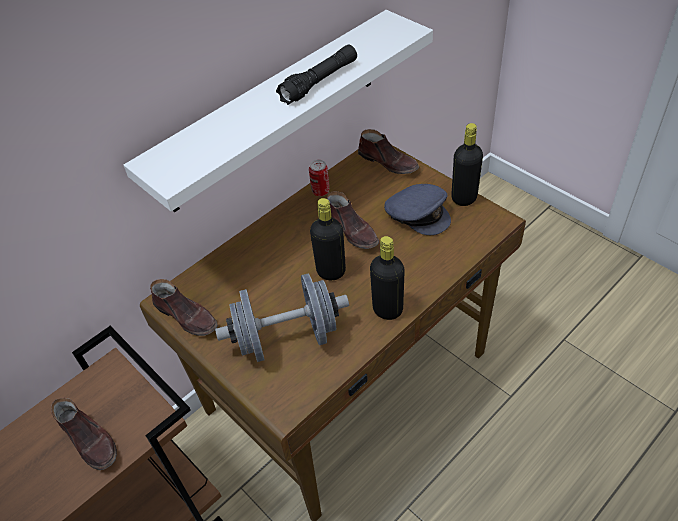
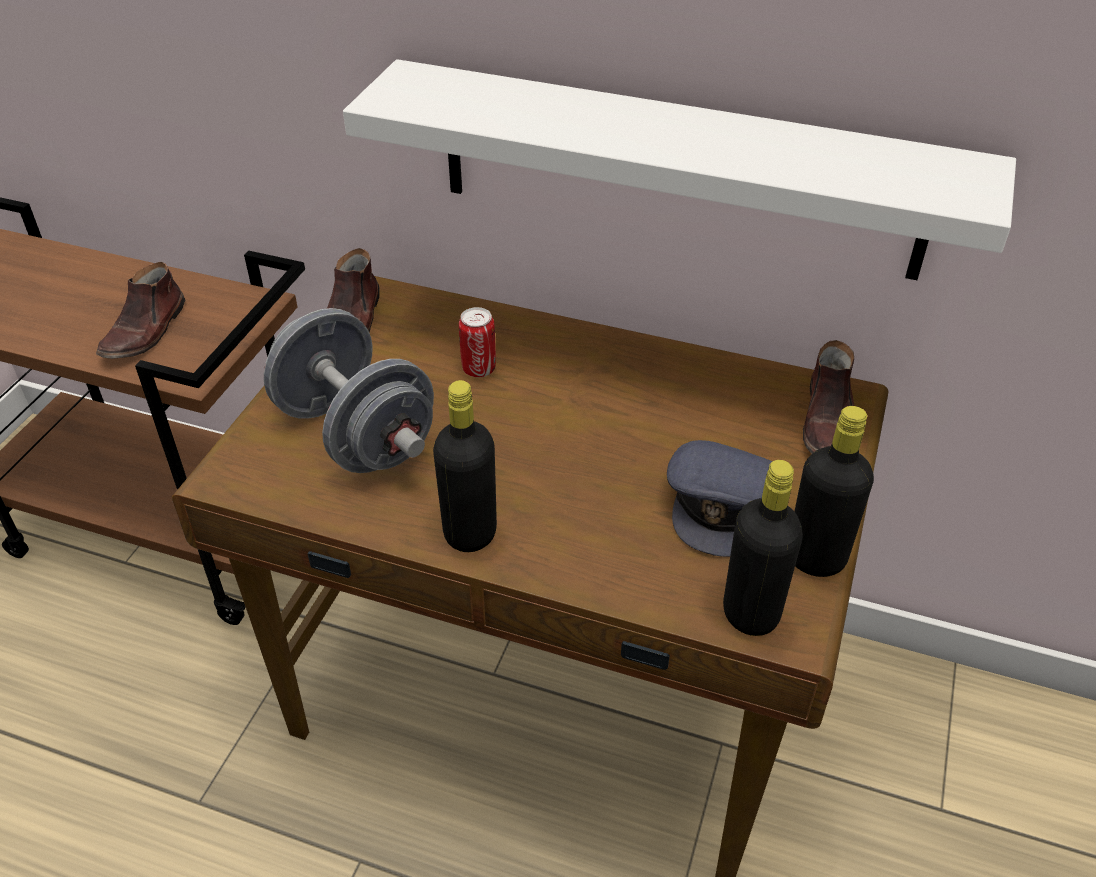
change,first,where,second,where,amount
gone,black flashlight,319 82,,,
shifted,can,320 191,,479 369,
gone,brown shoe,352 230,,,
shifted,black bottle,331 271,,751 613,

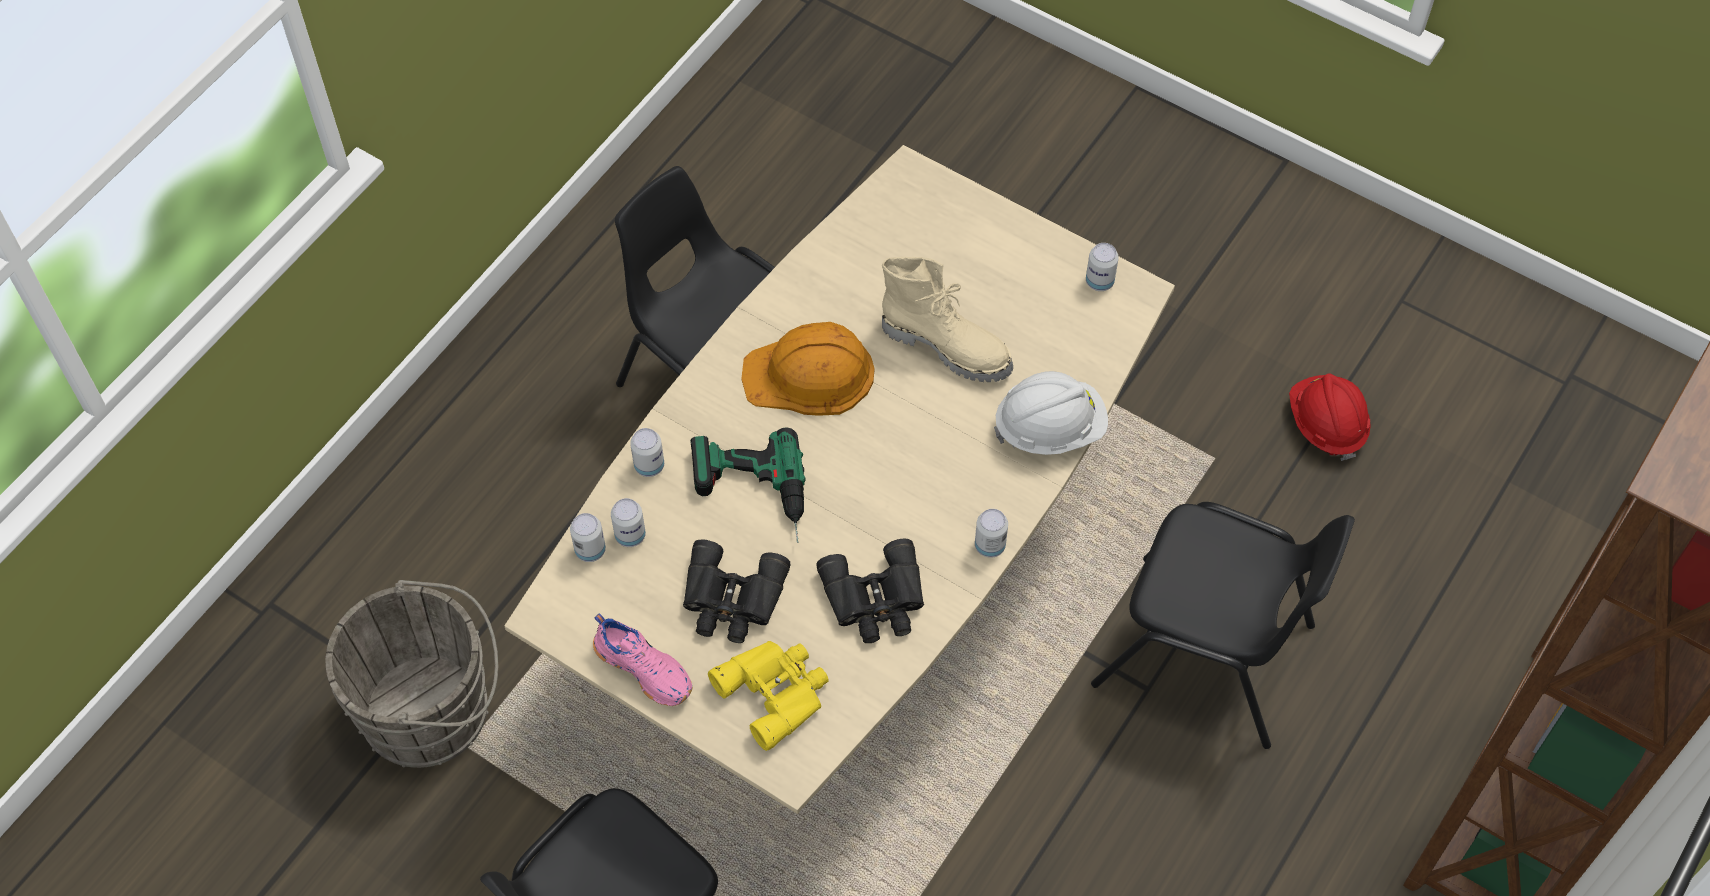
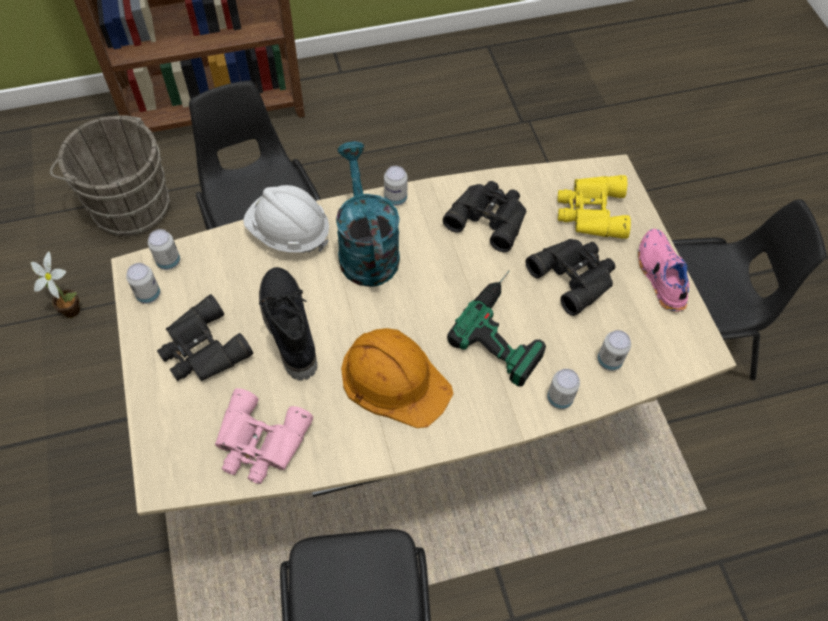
change,first,where,second,where,amount
repainted,beige boot,947 346,black boot,287 328,
swapped,red hard hat,1326 425,potted plant,70 308,
shifted,can,590 550,,168 262,
shifted,grey bucket,434 711,,127 204,
new,,,turquoise watering can,366 248,
new,,,black binoculars,202 349,
new,,,pink binoculars,259 443,

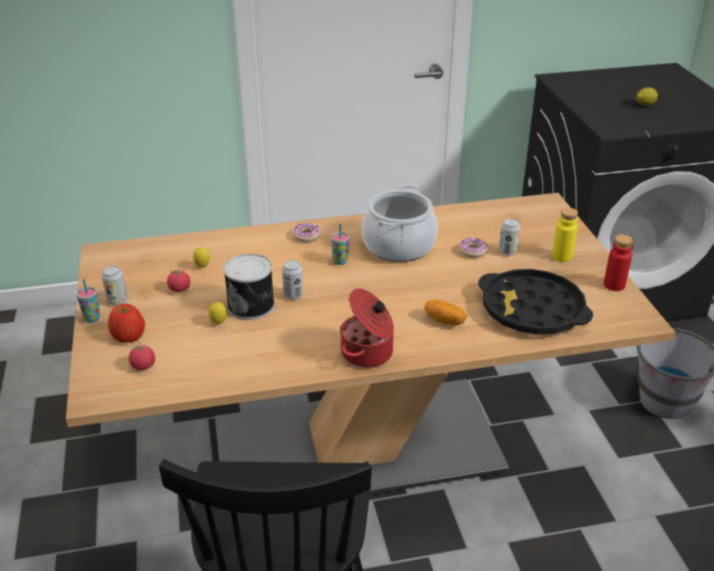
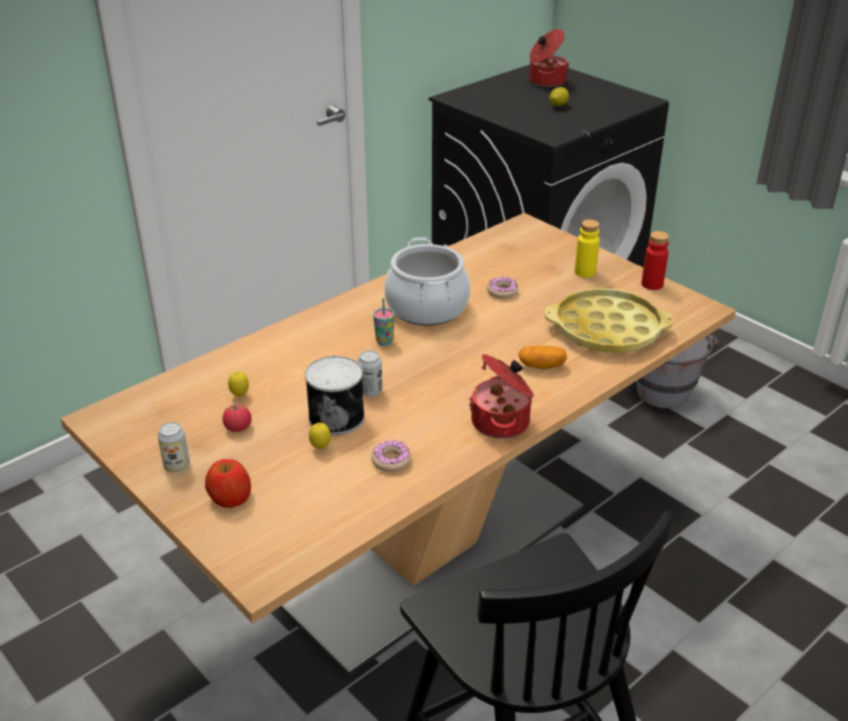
change,first,where,second,where,amount
gone,can,508 251,,,
shifted,donut,306 236,,391 460,
repainted,black tray,532 310,yellow tray,607 329,
gone,cup,92 318,,,
gone,tomato,143 366,,,
new,,,cooking pot,546 81,

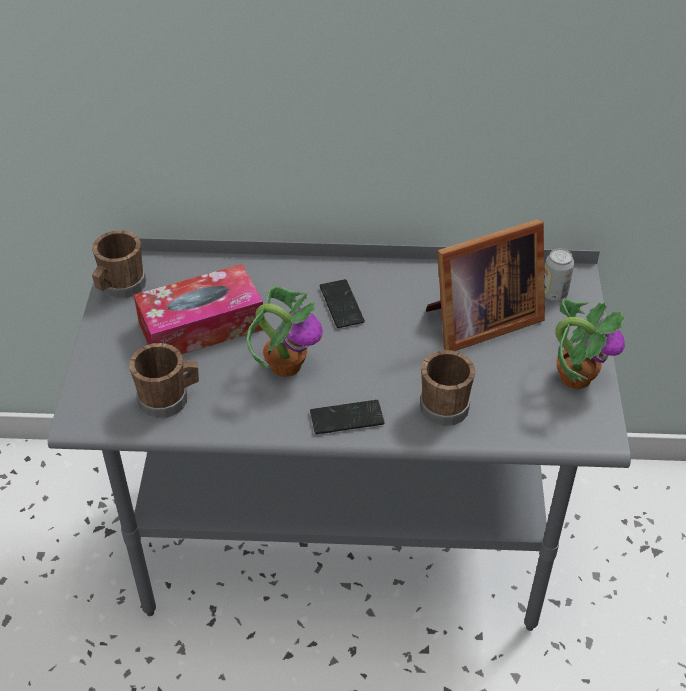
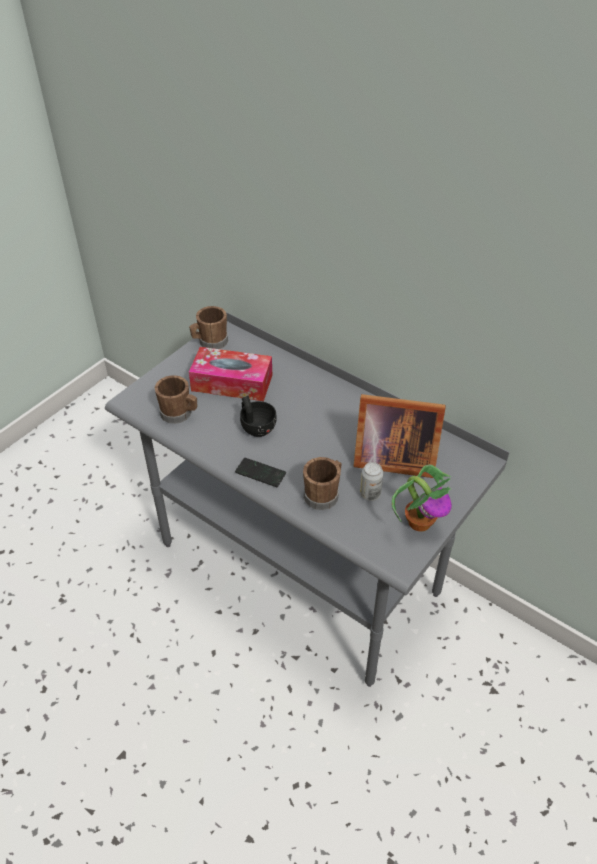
change,first,where,second,where,amount
shifted,can,554 293,,370 494,
gone,phone,341 305,,,
swapped,potted plant,285 364,black cup,256 426,

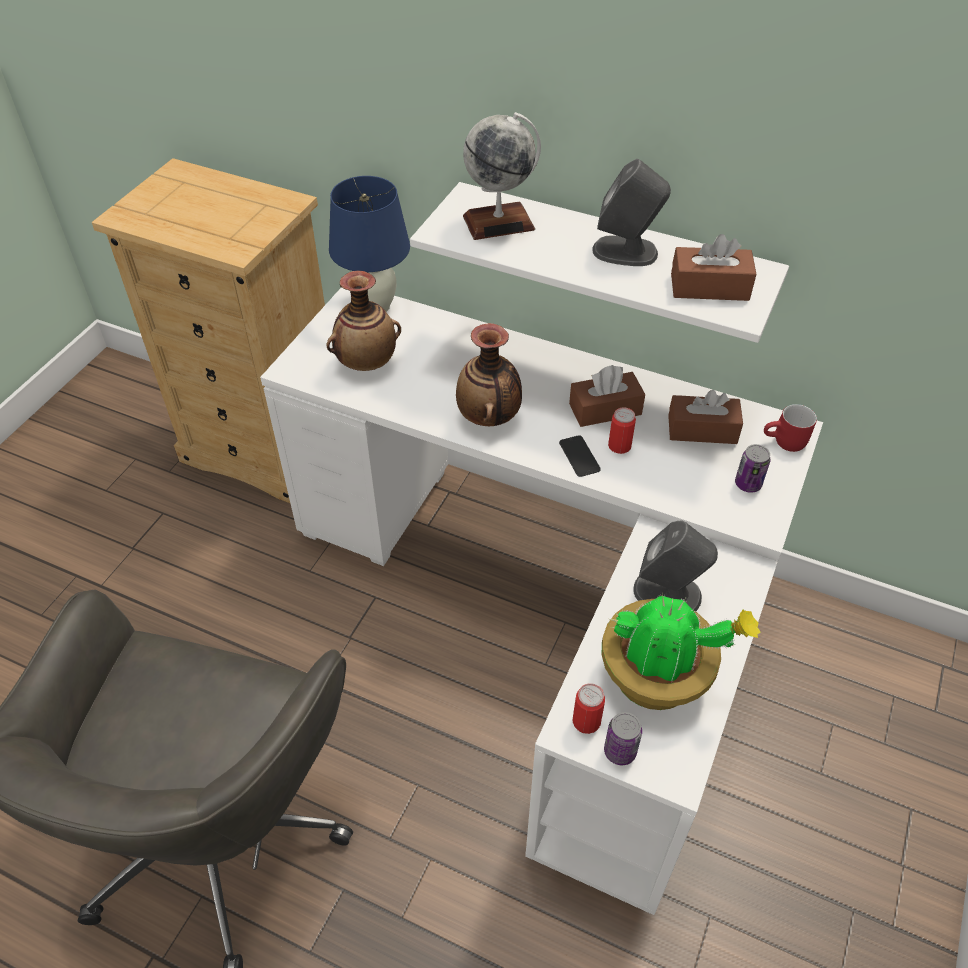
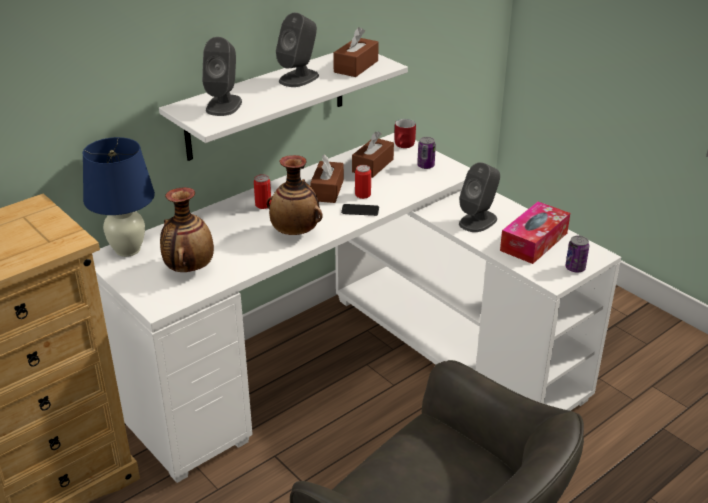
change,first,where,second,where,amount
swapped,globe,499 222,grey speaker,224 105,
swapped,potted plant,658 678,tissue box,534 242,
shifted,can,586 721,,263 205,

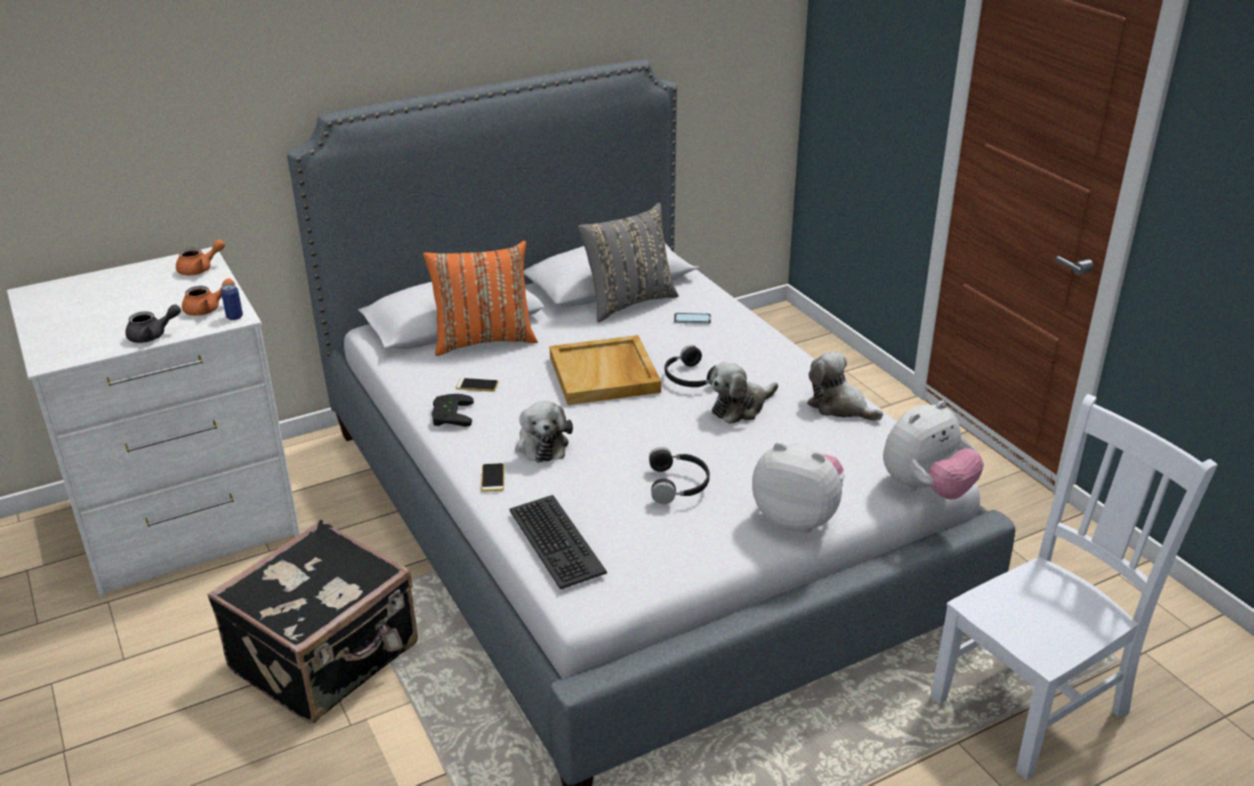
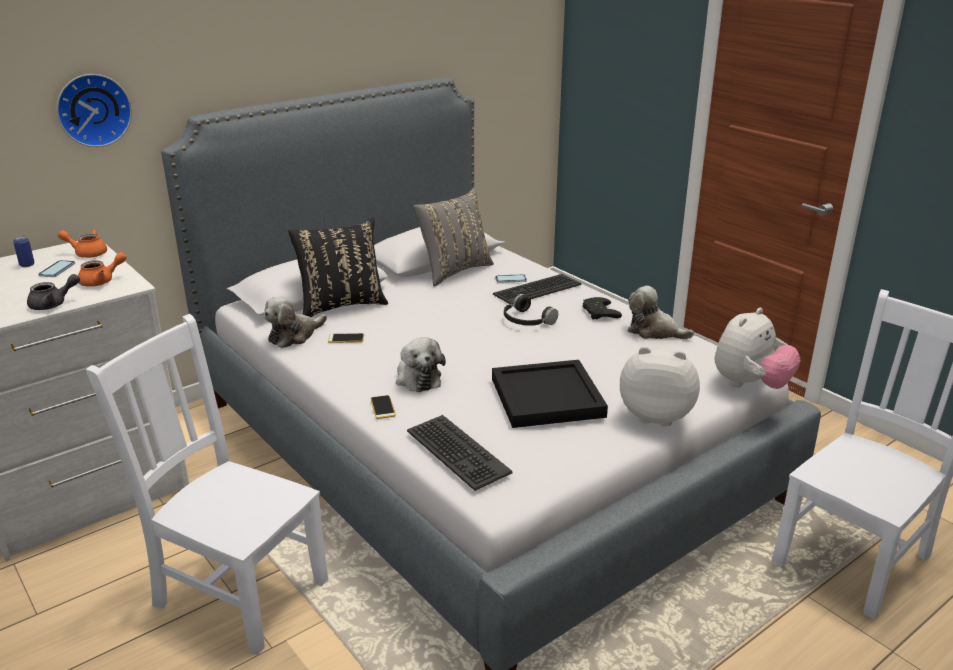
change,first,where,second,where,amount
rotated,orange teapot,200 269,,87 253,135 degrees counterclockwise
repainted,orange pillow,483 340,black pillow,341 305,
shifted,can,234 317,,27 265,
gone,beige tray,605 374,,,
shifted,plush toy,740 407,,294 336,
shifted,black game controller,449 414,,598 312,
swapped,black headphones,679 484,black tray,548 398,
swapped,black suitcase,327 658,white chair,237 590,
new,,,wall clock,93 109,
new,,,phone,57 270,
new,,,keyboard,537 290,

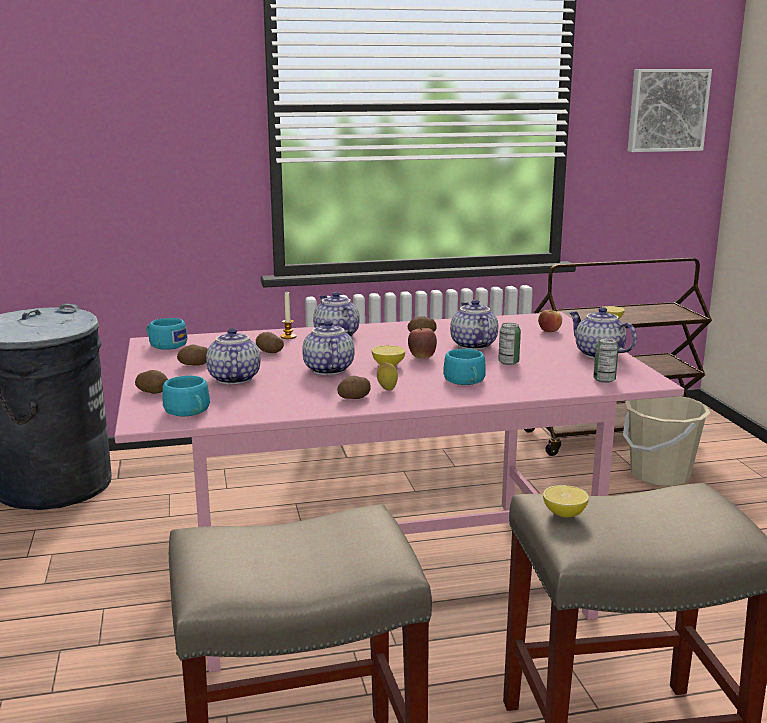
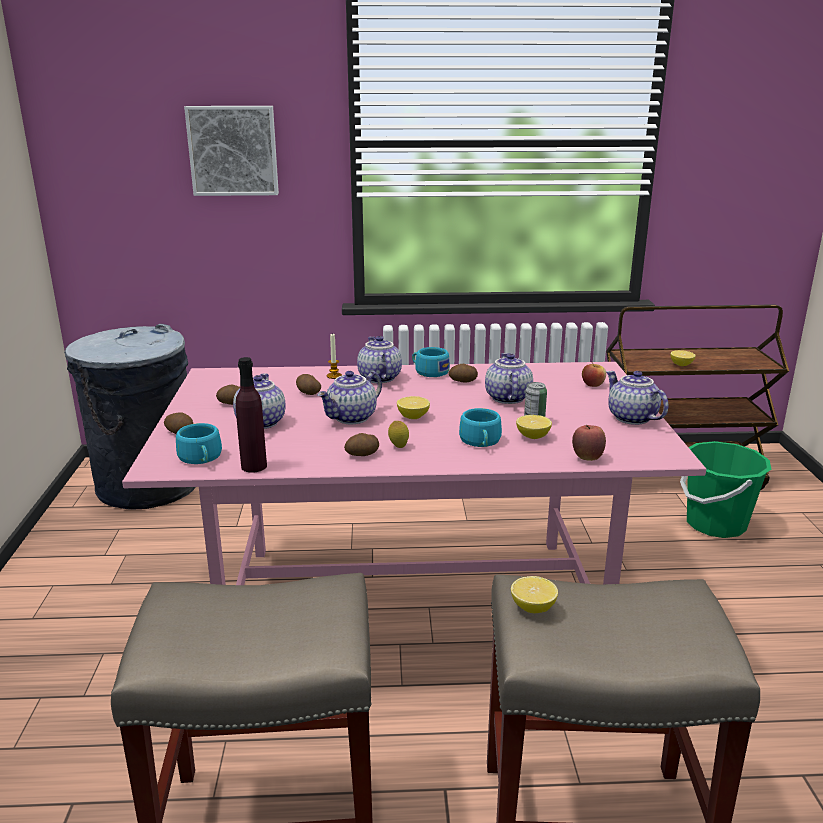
change,first,where,second,where,amount
shifted,picture,666 110,,233 150,
shifted,turquoise cup,165 344,,429 372,
rotated,teapot,327 370,,352 418,135 degrees counterclockwise
shifted,apple,422 357,,587 458,
gone,can,604 380,,,
repainted,beige bucket,659 475,green bucket,715 524,
new,,,purple bottle,254 466,
new,,,lemon,533 437,

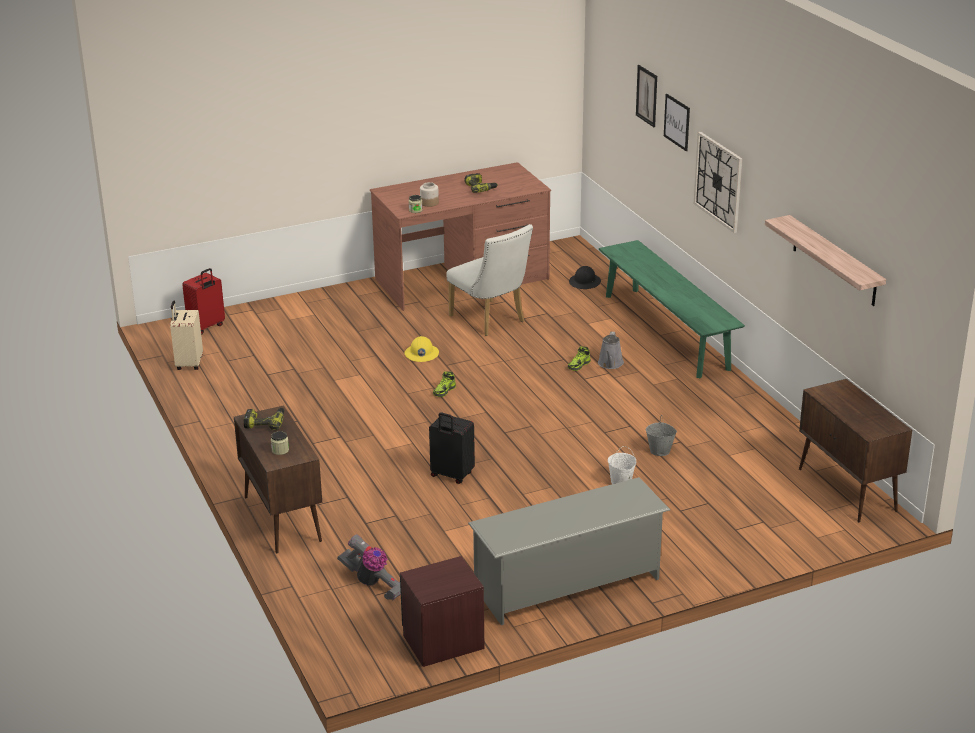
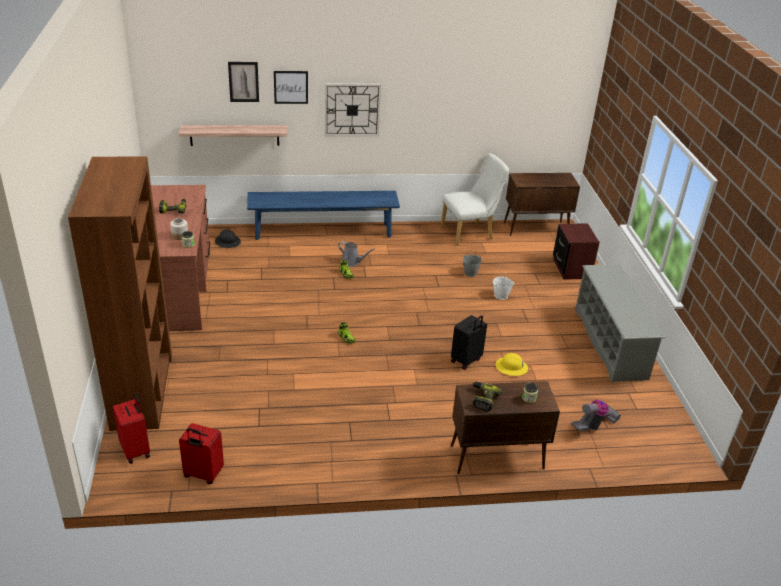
change,first,where,second,where,amount
shifted,shelf,834 261,,234 135,
shifted,white chair,491 321,,470 233,
repainted,green bench,666 331,blue bench,323 231,
repainted,beige suitcase,188 364,red suitcase,203 474,
shifted,yellow hard hat,421 354,,511 367,
shifted,brown nightstand,443 642,,571 269,
new,,,brown bookcase,142 391,

